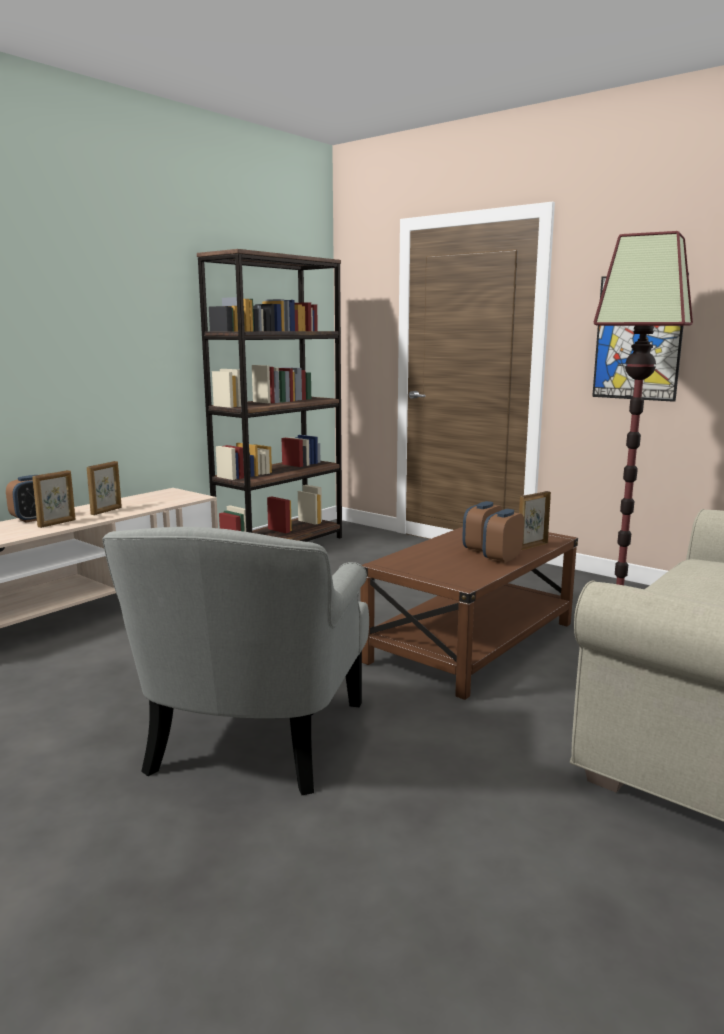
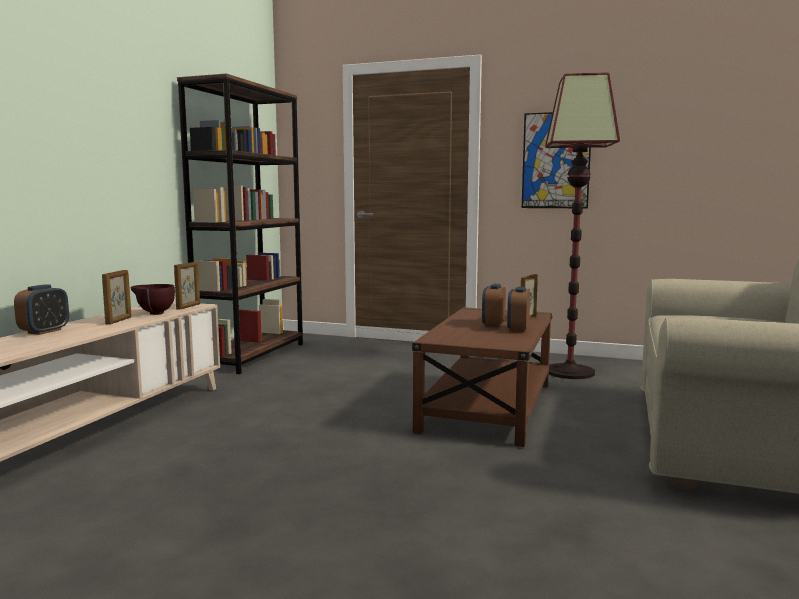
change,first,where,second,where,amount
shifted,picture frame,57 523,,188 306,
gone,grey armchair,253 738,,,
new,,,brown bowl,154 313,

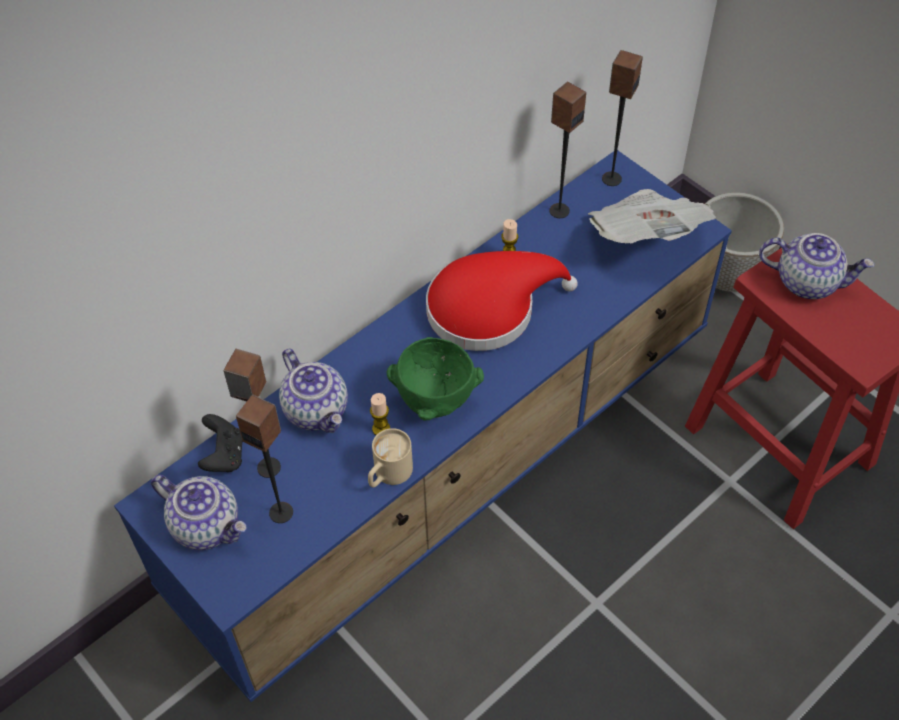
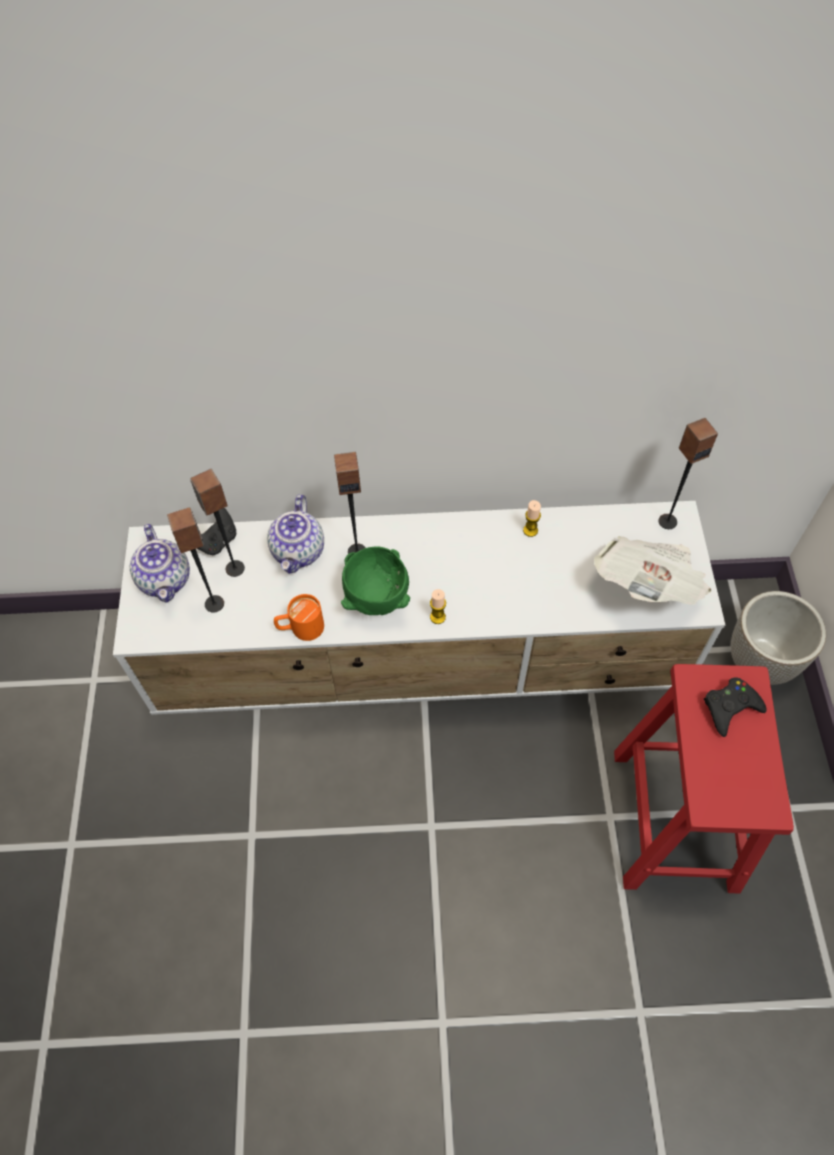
change,first,where,second,where,amount
shifted,speaker,559 210,,357 551,
repainted,blue tv stand,454 469,white tv stand,422 660,
swapped,teapot,808 281,black game controller,730 707,
gone,red hat,489 308,,,
shifted,candle,381 429,,437 617,
repainted,beige mug,388 475,orange mug,300 628,

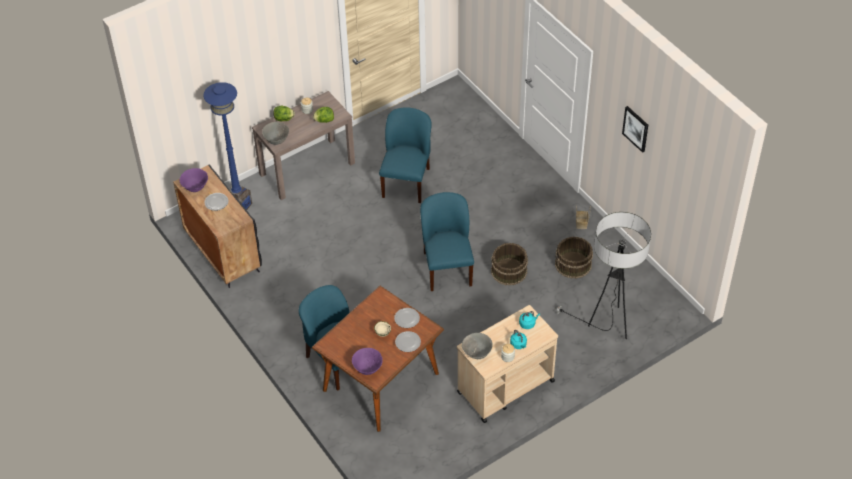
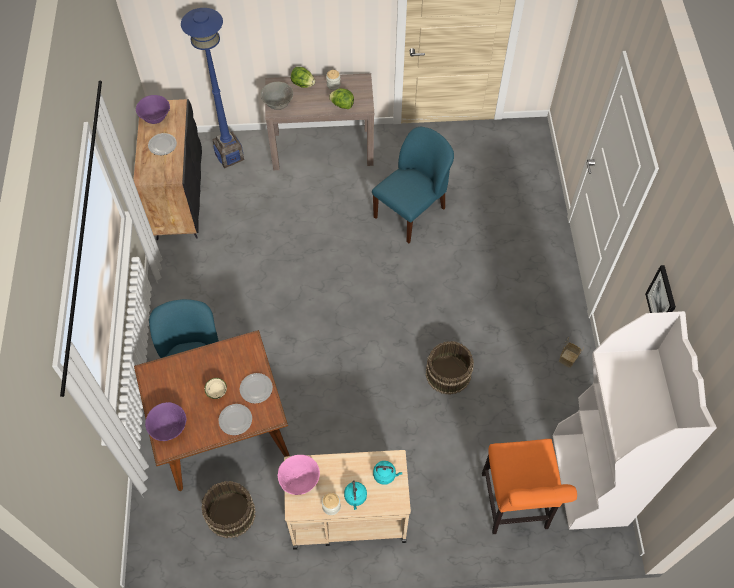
change,first,where,second,where,amount
gone,blue chair,447 268,,,
swapped,floor lamp,608 325,orange chair,515 505,
shifted,brown bucket,573 264,,230 514,
repainted,grey bowl,477 353,pink bowl,300 480,
new,,,white bookcase,589 480,

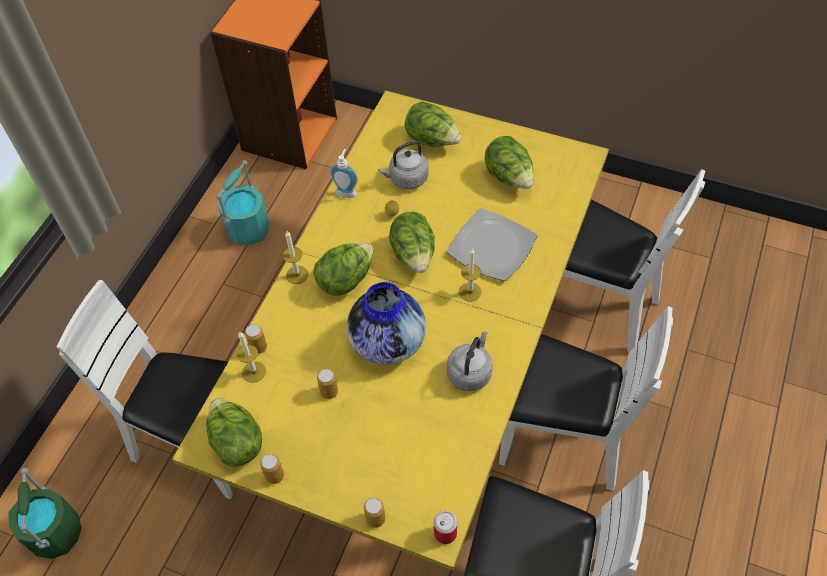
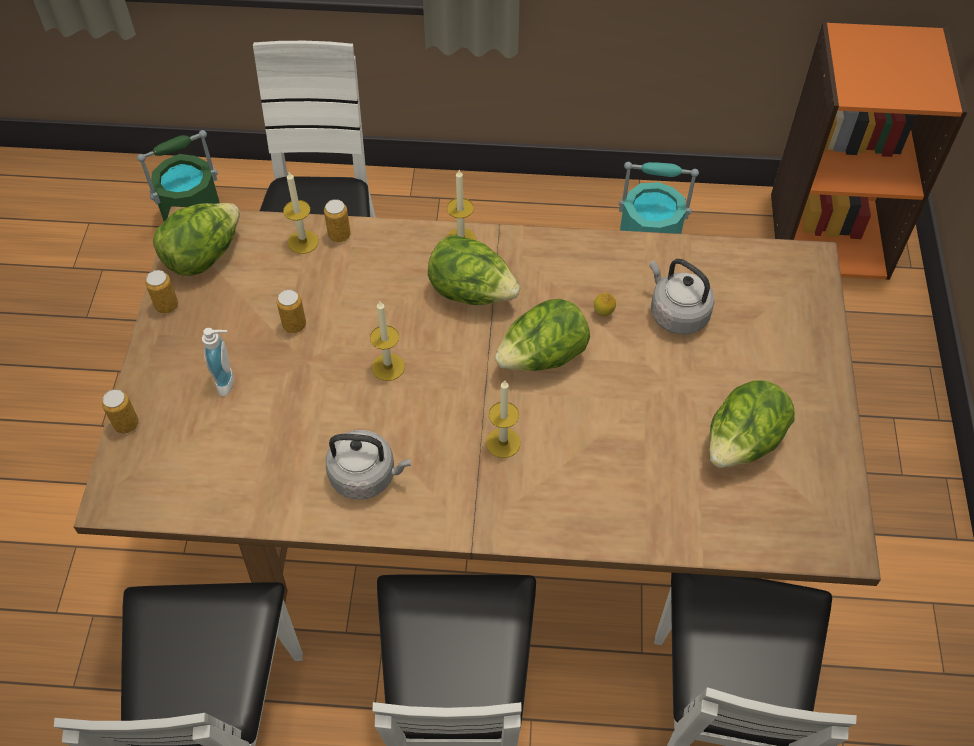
change,first,where,second,where,amount
repainted,yellow dining table,418 385,brown dining table,483 510,
gone,lettuce,432 140,,,
shifted,soap dispenser,347 191,,229 381,
gone,plate,493 247,,,
swapped,vase,388 341,candle,388 367,
gone,can,445 533,,,

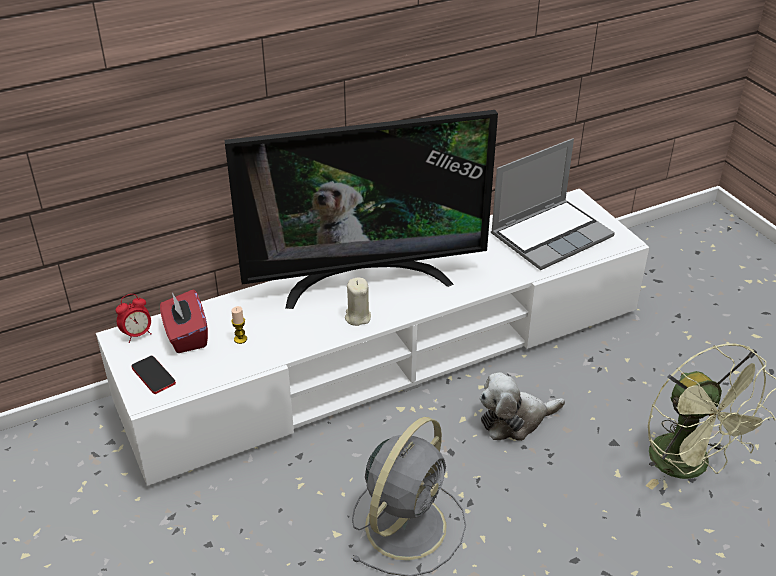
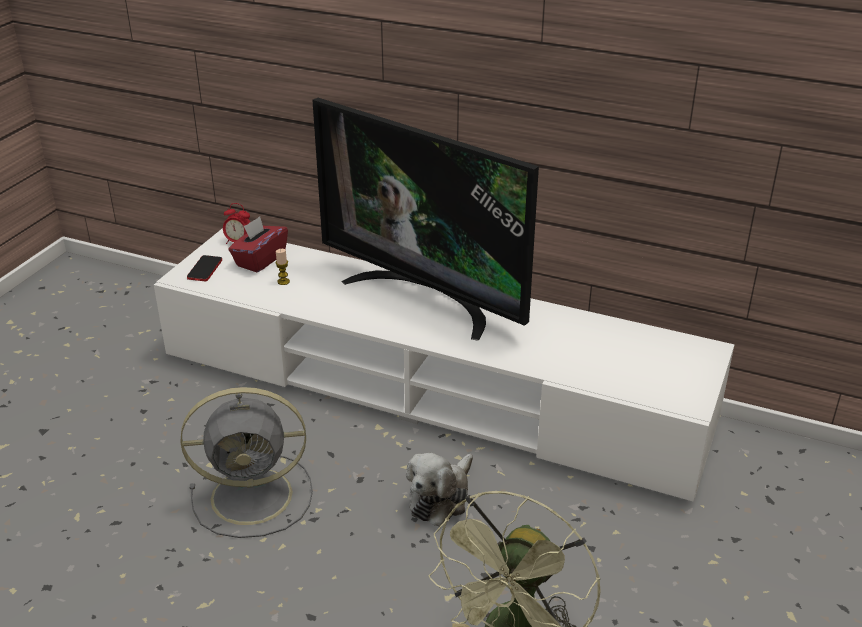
change,first,where,second,where,amount
gone,laptop,551 235,,,
gone,beige candle,357 317,,,
rotated,plush toy,515 420,,441 498,90 degrees counterclockwise

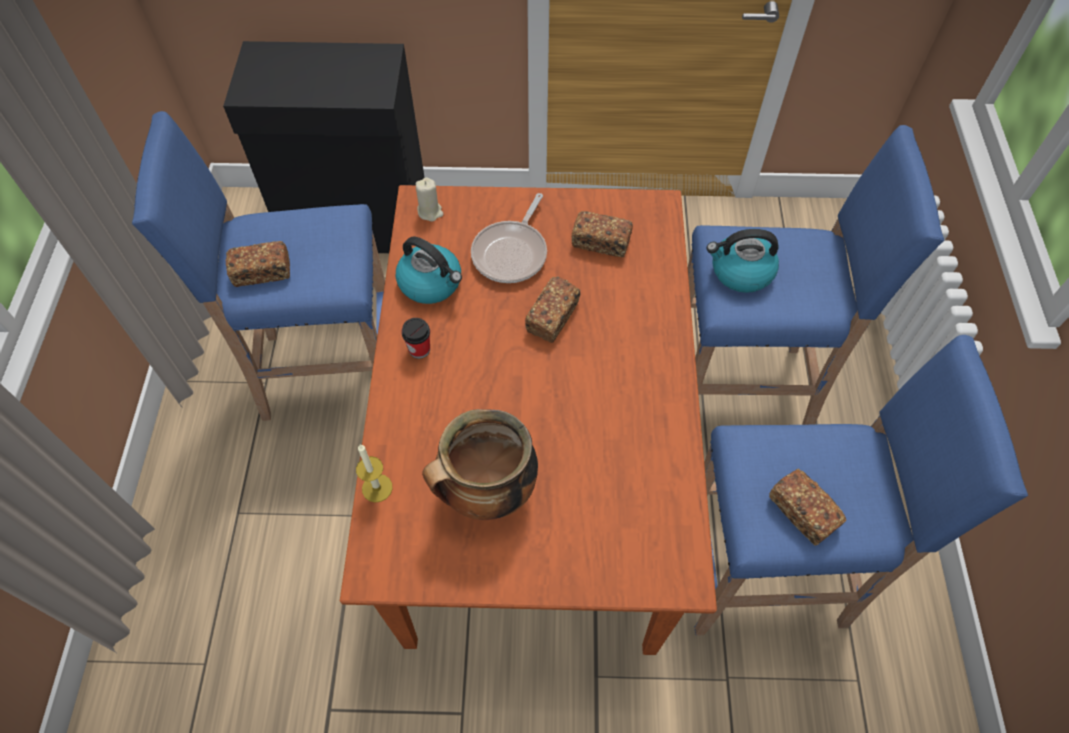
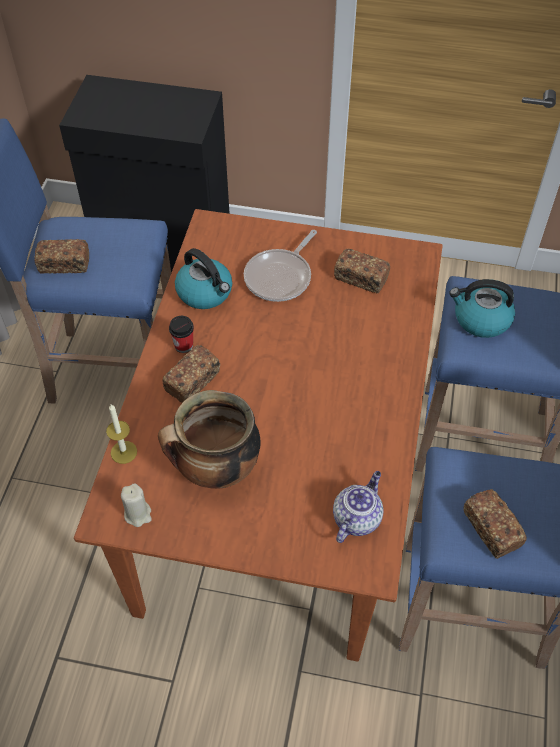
change,first,where,second,where,amount
shifted,beige candle,430 212,,138 514,
shifted,bread,552 317,,192 382,
new,,,teapot,356 518,

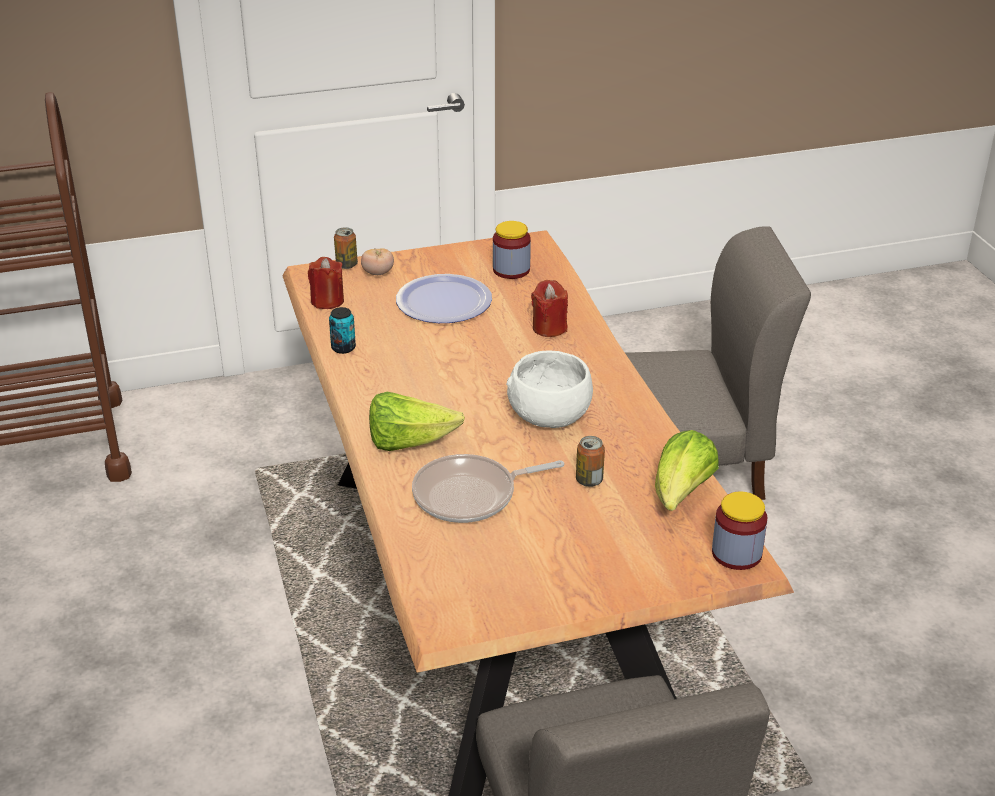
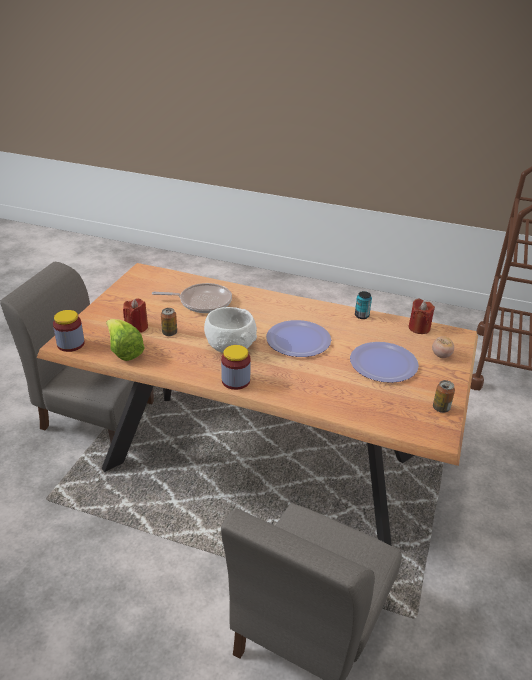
change,first,where,second,where,amount
shifted,jar,511 270,,235 381,
shifted,can,346 265,,441 408,
shifted,red candle,549 328,,137 327,
gone,lettuce,409 443,,,
rotated,frying pan,471 495,,202 302,75 degrees clockwise
new,,,plate,298 340,

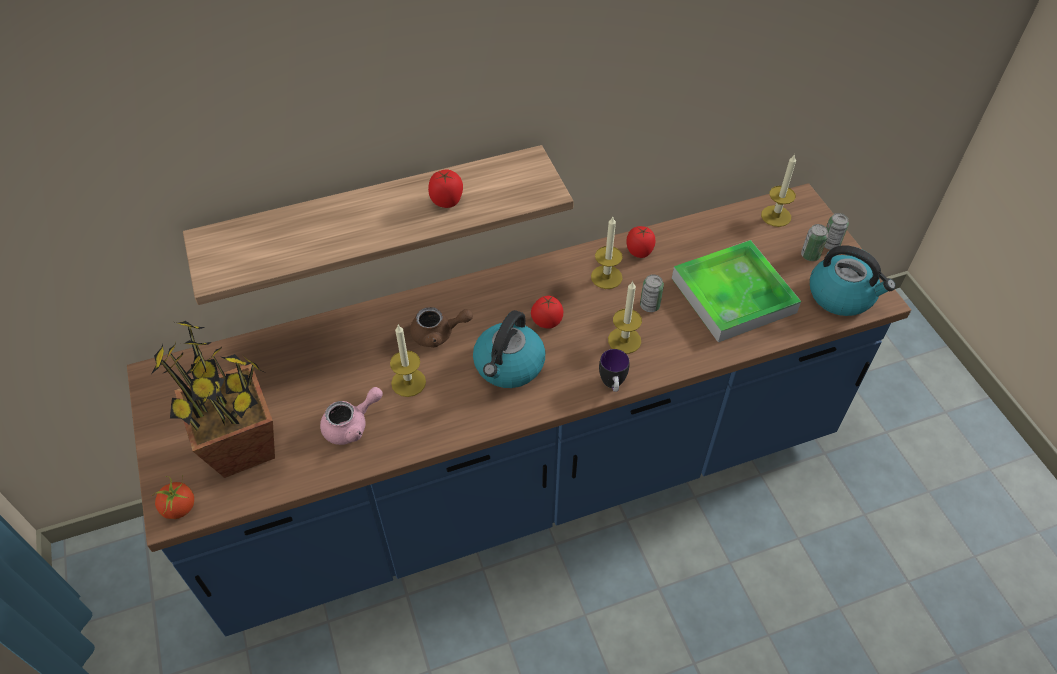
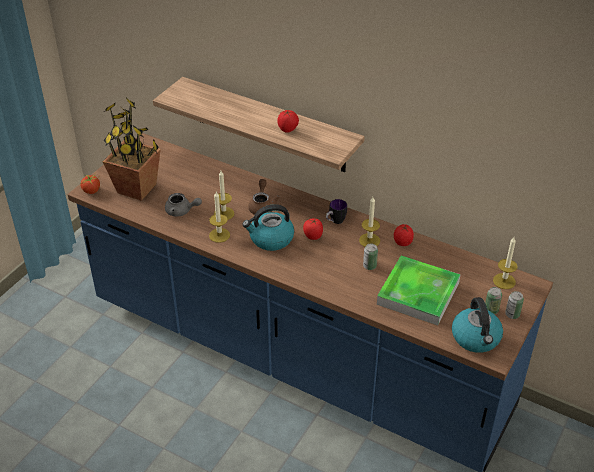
change,first,where,second,where,amount
shifted,candle,624 340,,219 235,
rotated,brown teapot,438 334,,262 206,135 degrees counterclockwise
shifted,mug,612 385,,335 222,
repainted,pink teapot,352 425,grey teapot,181 211,

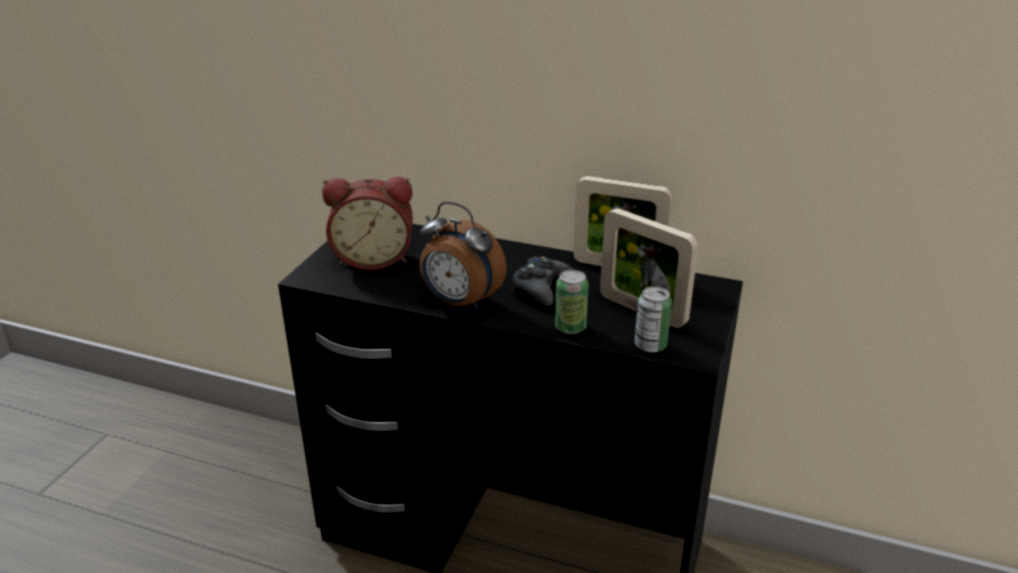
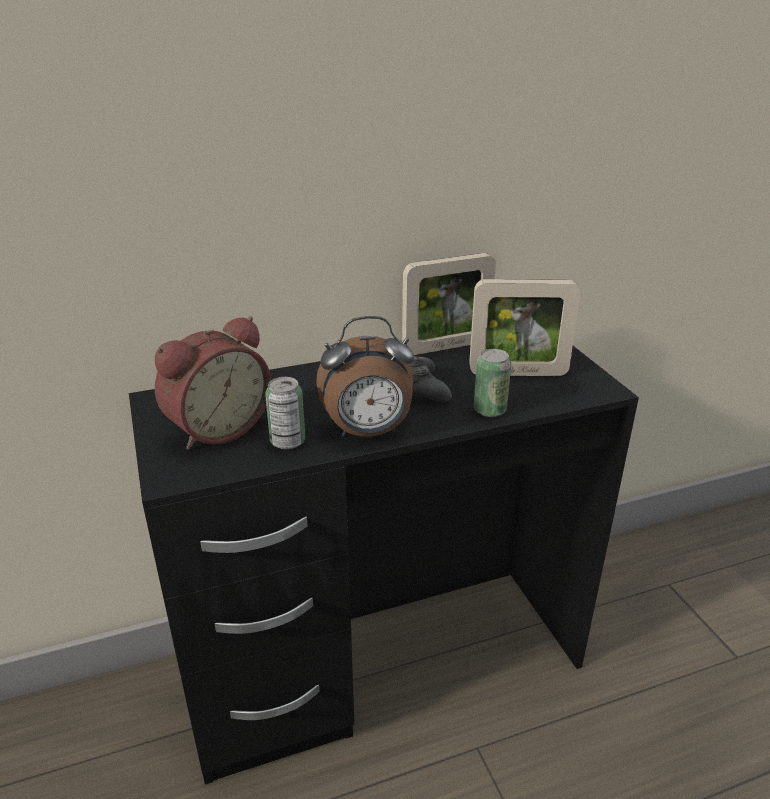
change,first,where,second,where,amount
shifted,can,650 345,,287 441,

